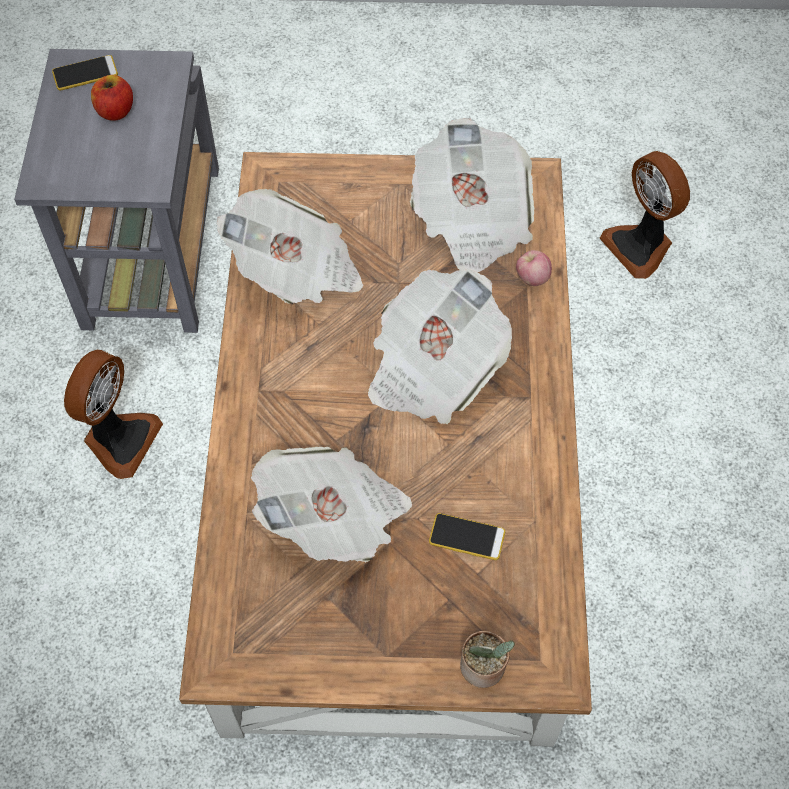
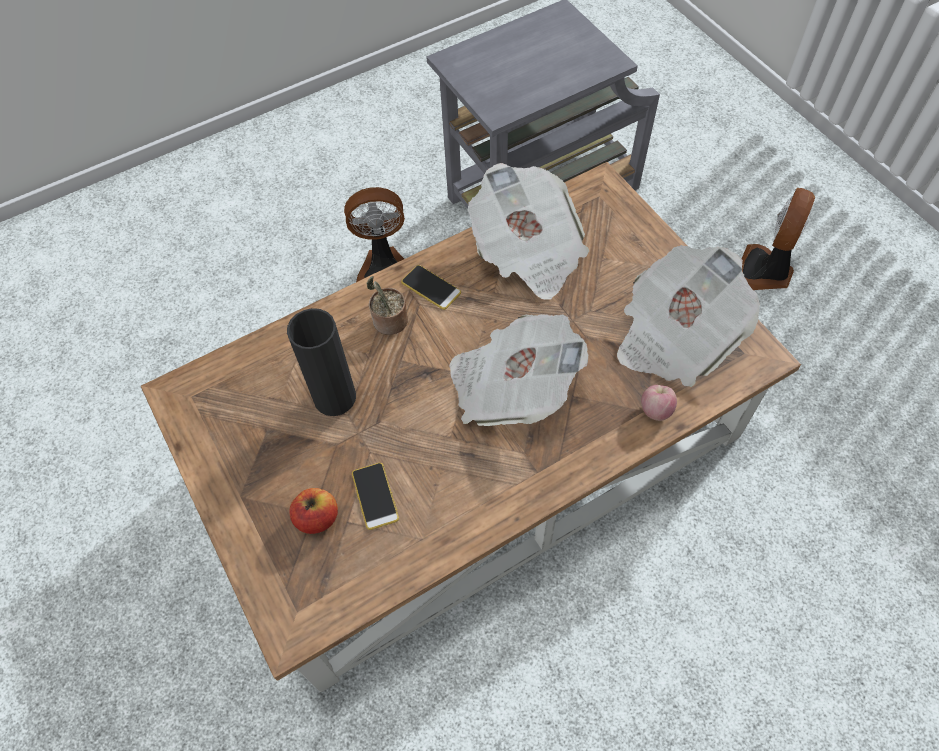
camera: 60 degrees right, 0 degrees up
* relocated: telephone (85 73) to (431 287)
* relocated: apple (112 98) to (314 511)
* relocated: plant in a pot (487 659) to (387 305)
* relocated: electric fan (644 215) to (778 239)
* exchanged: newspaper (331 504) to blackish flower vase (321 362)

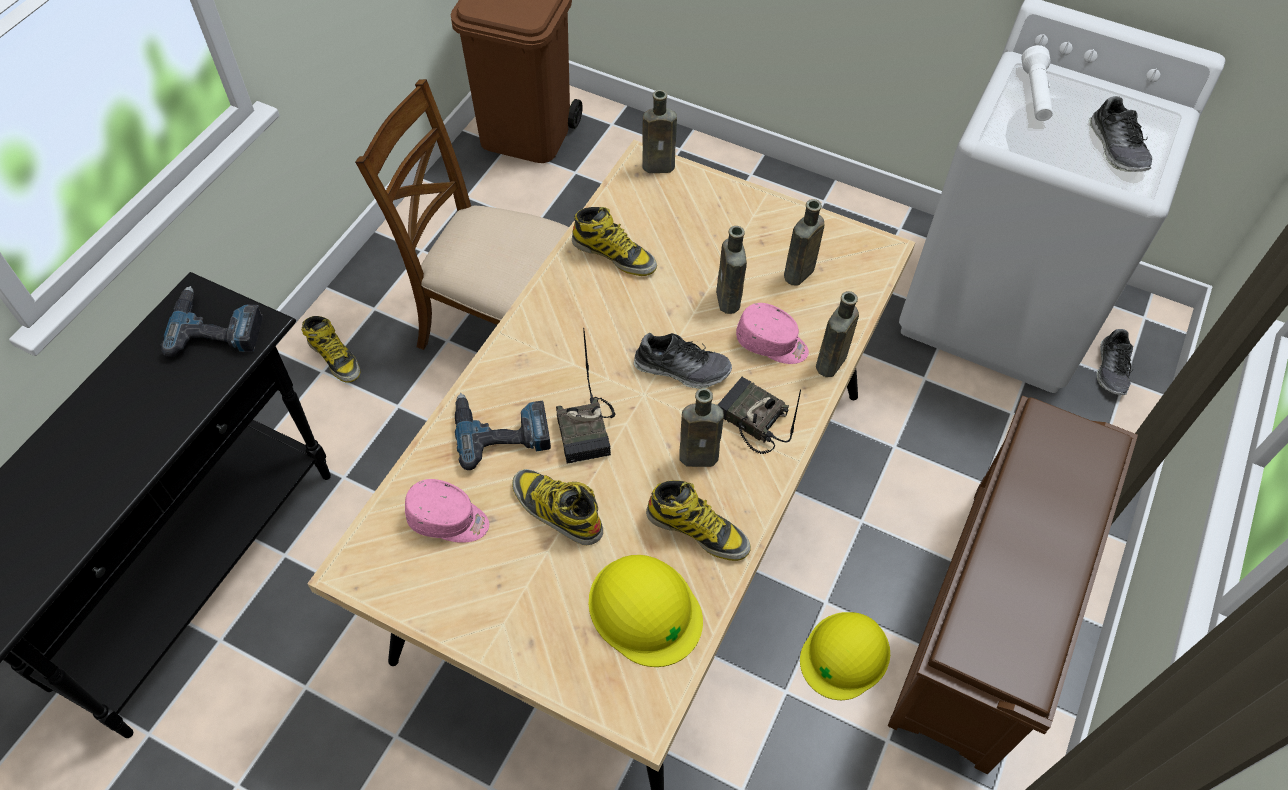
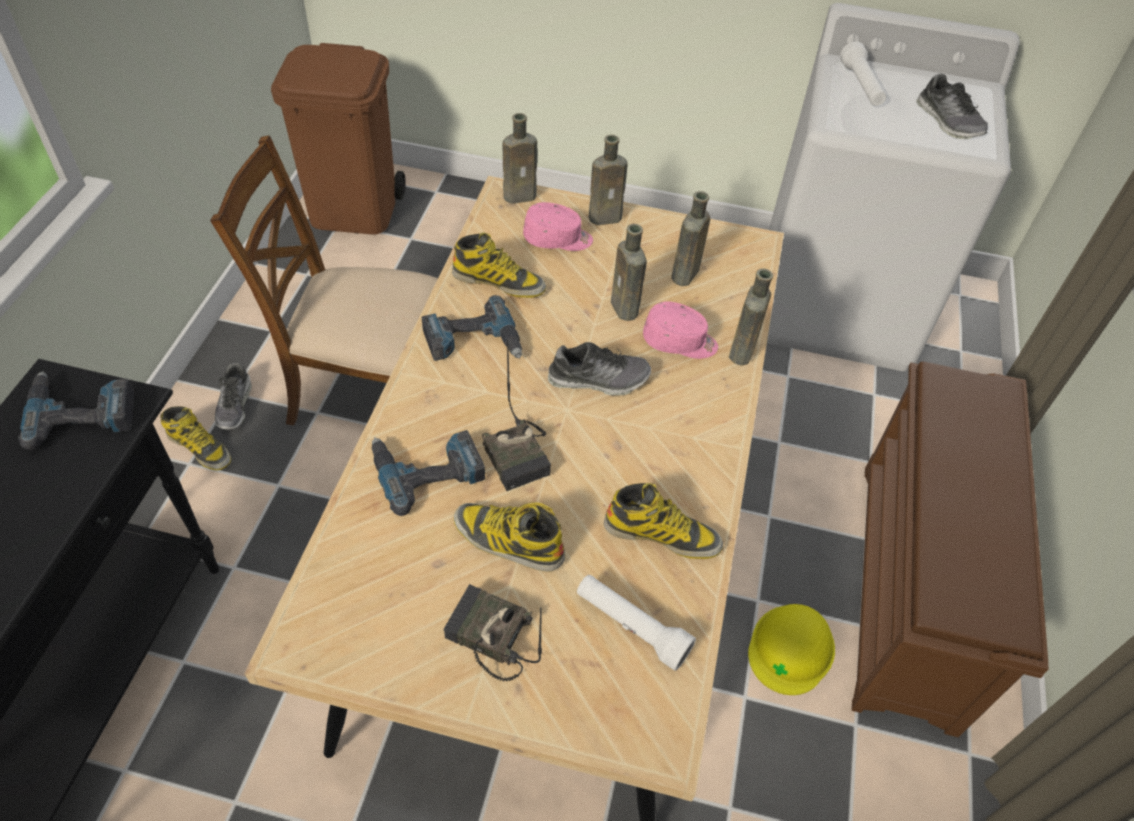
camera: 15 degrees left, 5 degrees down
* appeared: power drill (471 328)
* relocated: pink-coloured cap (447 511) to (558 226)
* relocated: brown-coloured beverage bottle (701 427) to (608 180)
* relocated: radio set (759 415) to (493 633)
* relocated: item of footwear (1115 362) to (233 396)
* exchanged: yellow-coloured hard hat (646 611) to white-coloured hand torch (636 623)

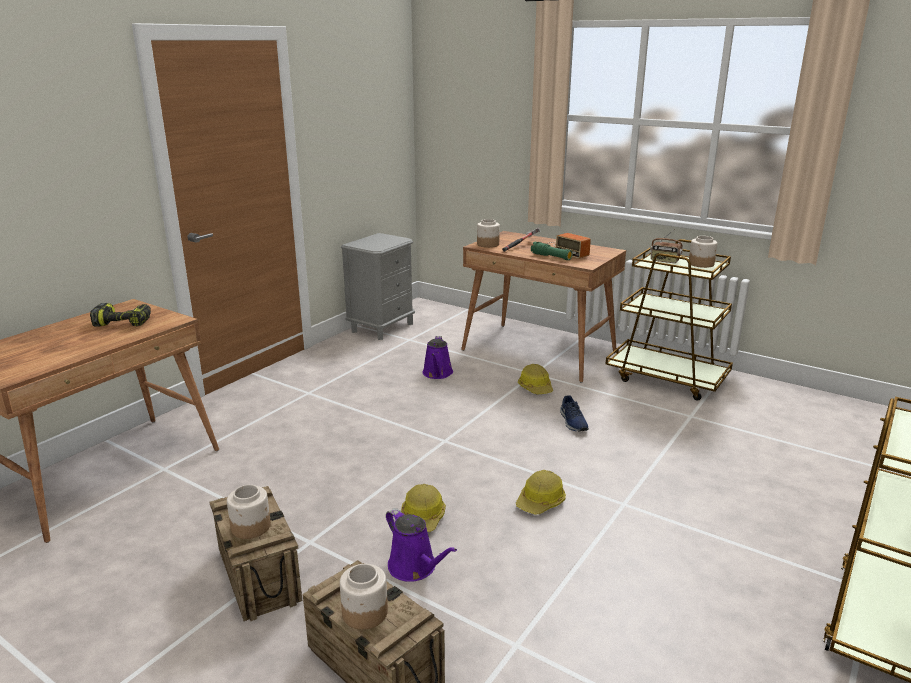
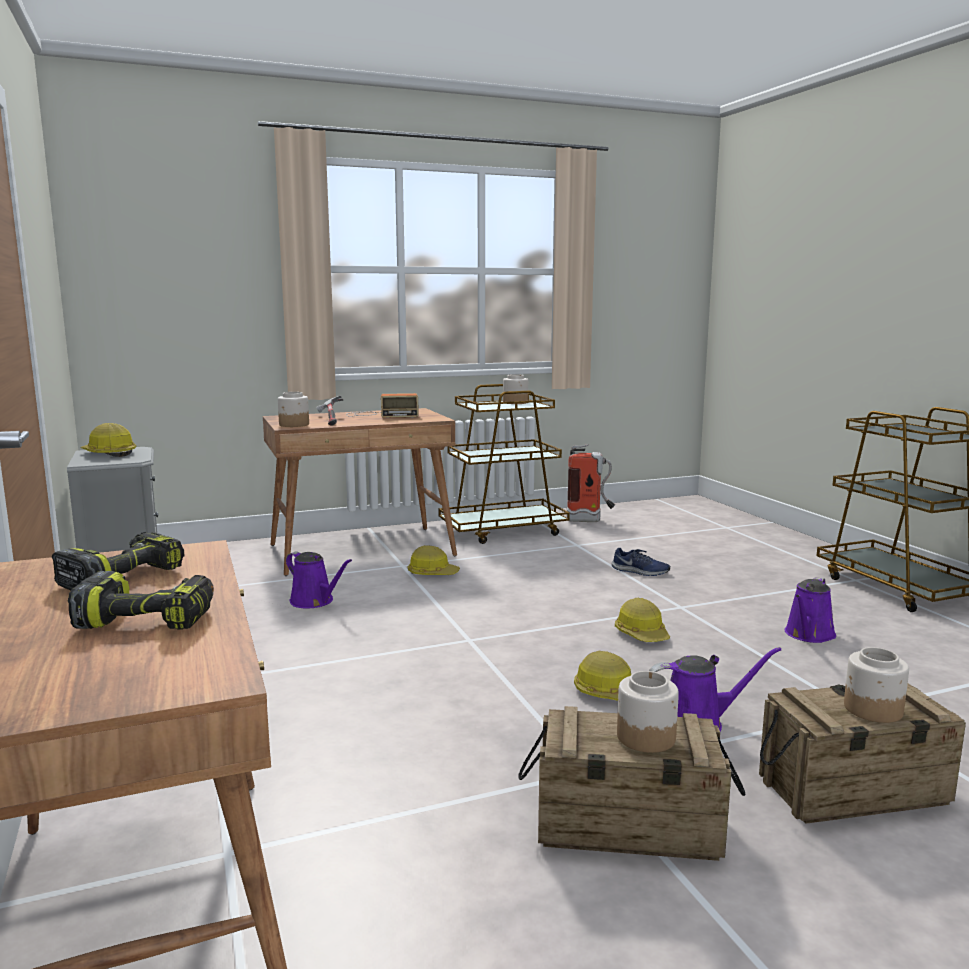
camera: 55 degrees left, 10 degrees down
* missing: green-coloured hand torch (552 251)
* missing: radio set (666 246)
* appeared: power drill (141 600)
* appeared: hard hat (108 440)
* appeared: fire-fighting cylinder (590 483)
* appeared: purple sprinkling can (810 610)
* relocated: blue item of footwear (574 413) to (641 562)

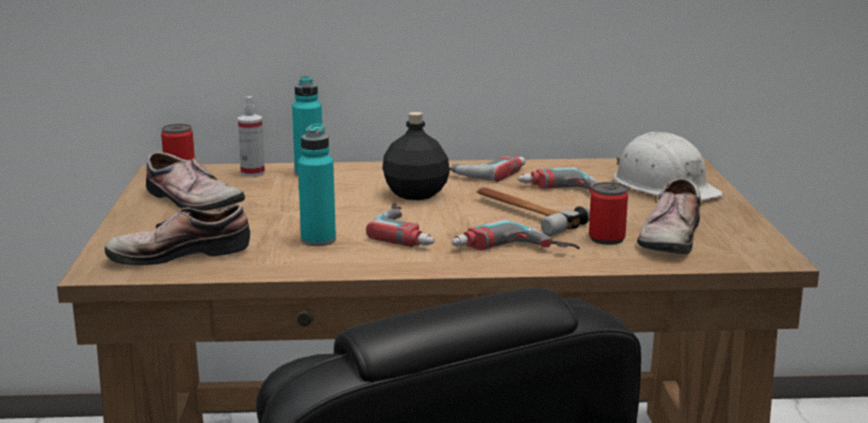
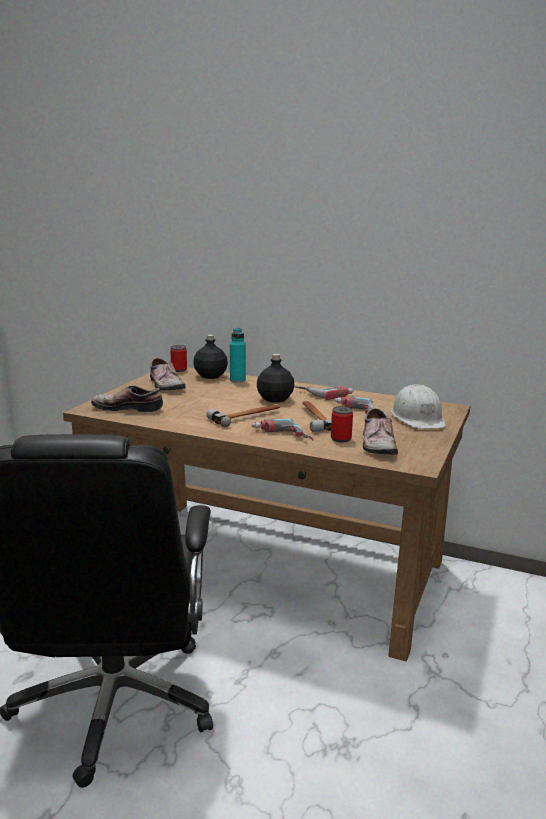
camera: 25 degrees right, 0 degrees up
* missing: turquoise beverage bottle (317 185)
* exchanged: spray bottle (251 136) to blackish beverage bottle (210 356)
* exchanged: power drill (400 225) to hand hammer (243 415)
* spun: item of footwear (669 216) = (380 431) 45 degrees counterclockwise

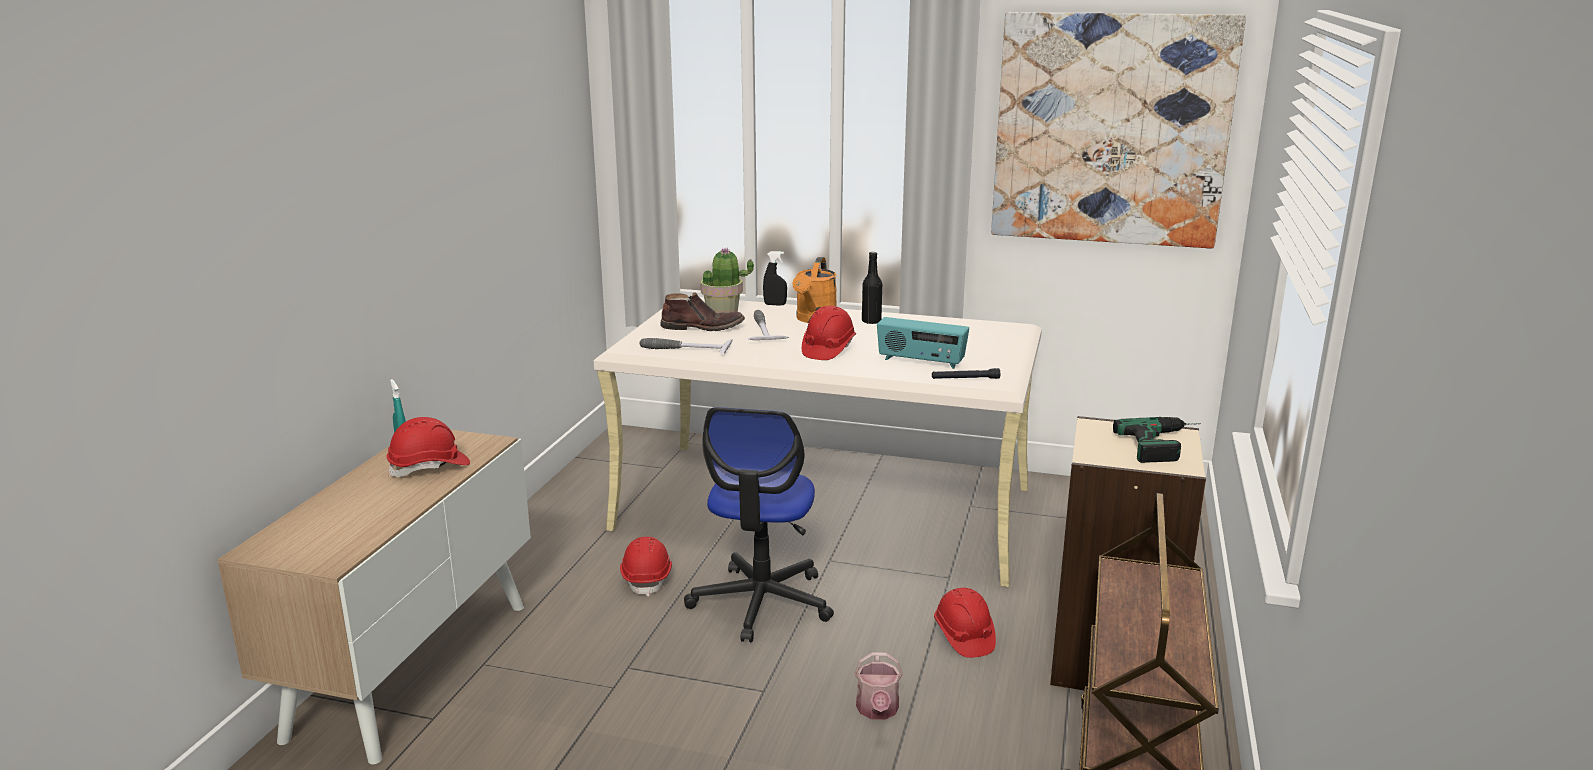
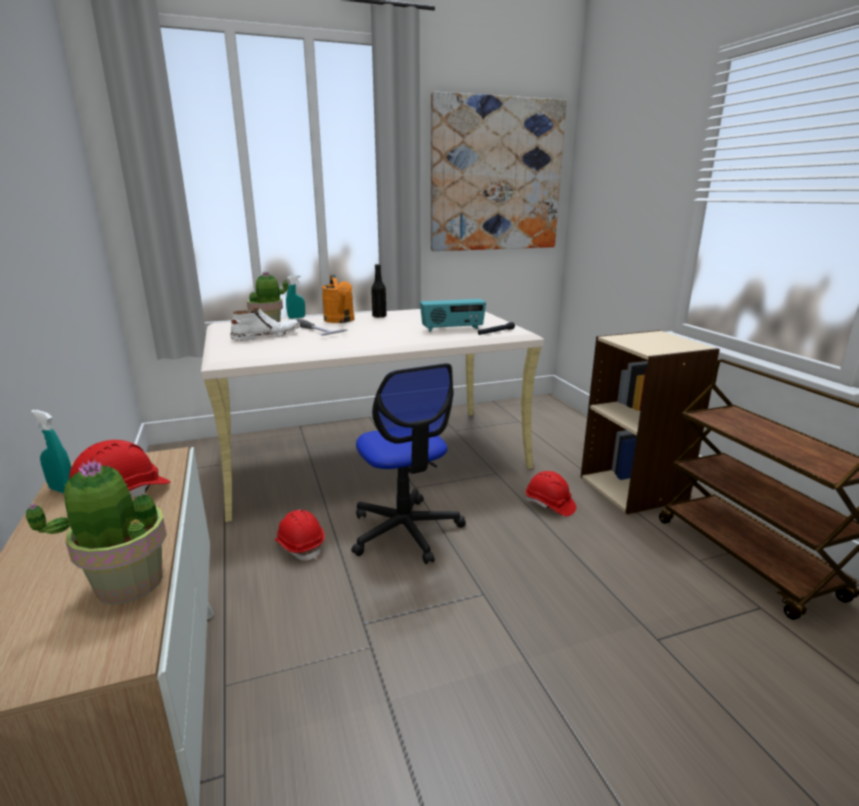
camera: 35 degrees left, 0 degrees up
* missing: hand hammer (686 345)
* missing: red hard hat (829 333)
* missing: sprinkling can (878 686)
* missing: power drill (1157 440)
* appeared: plant in a pot (96 532)
* colour: brown-coloured boot (702 311) to white-coloured boot (265 324)
* colour: blackish spray bottle (775 278) to turquoise spray bottle (295 297)

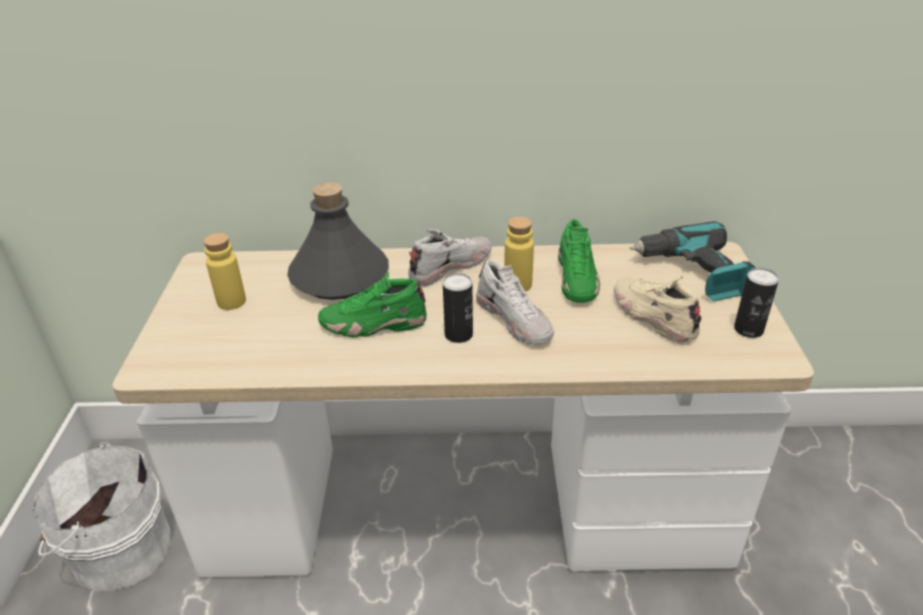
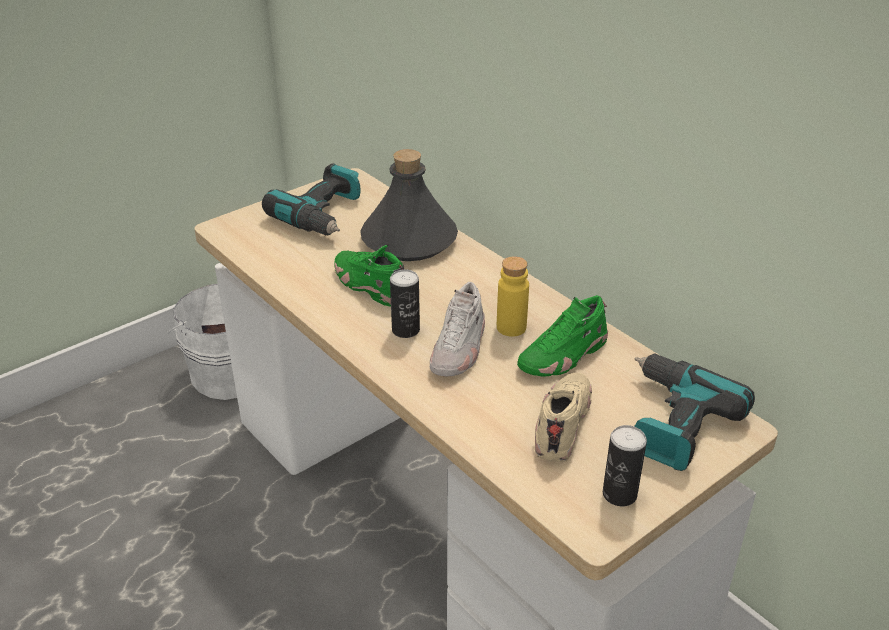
camera: 50 degrees right, 0 degrees up
* missing: white-coloured item of footwear (449 257)
* exchanged: yellow-coloured beverage bottle (224 271) to power drill (311 199)

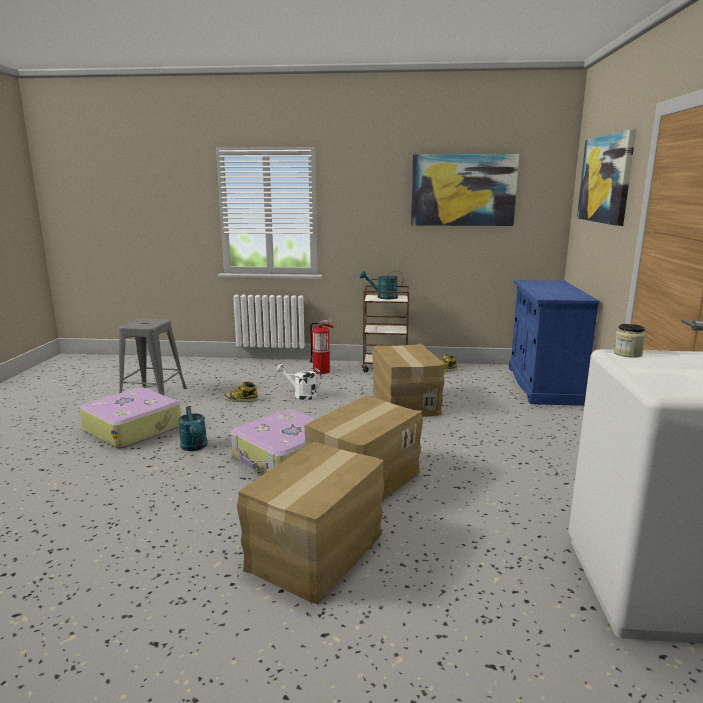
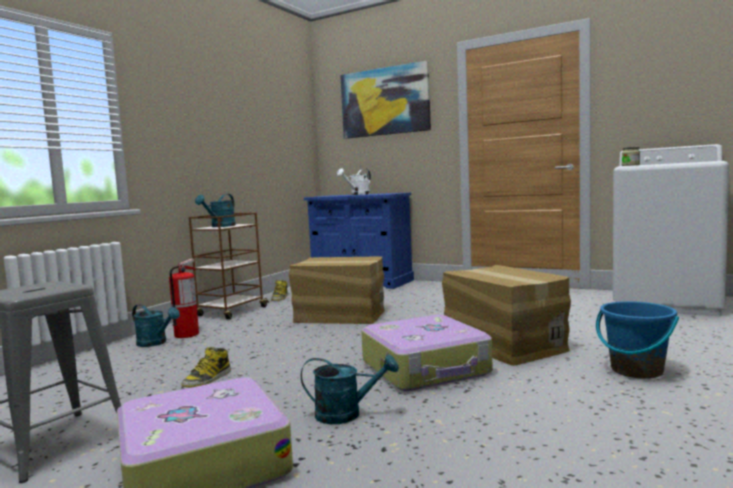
camera: 65 degrees left, 10 degrees down
* missing: wall art (465 190)
* appeared: turquoise sprinkling can (156 325)
* relocated: white-coloured sprinkling can (299 382) to (354 181)
* exchanged: packing box (310 523) to blue bucket (637 340)

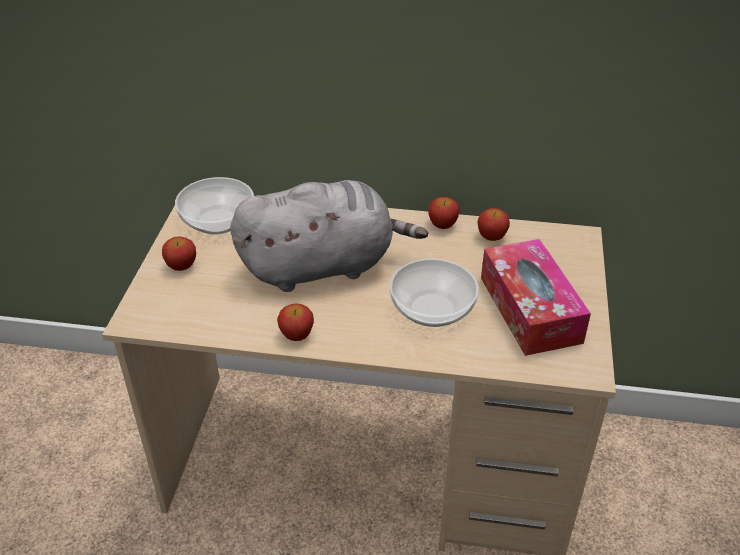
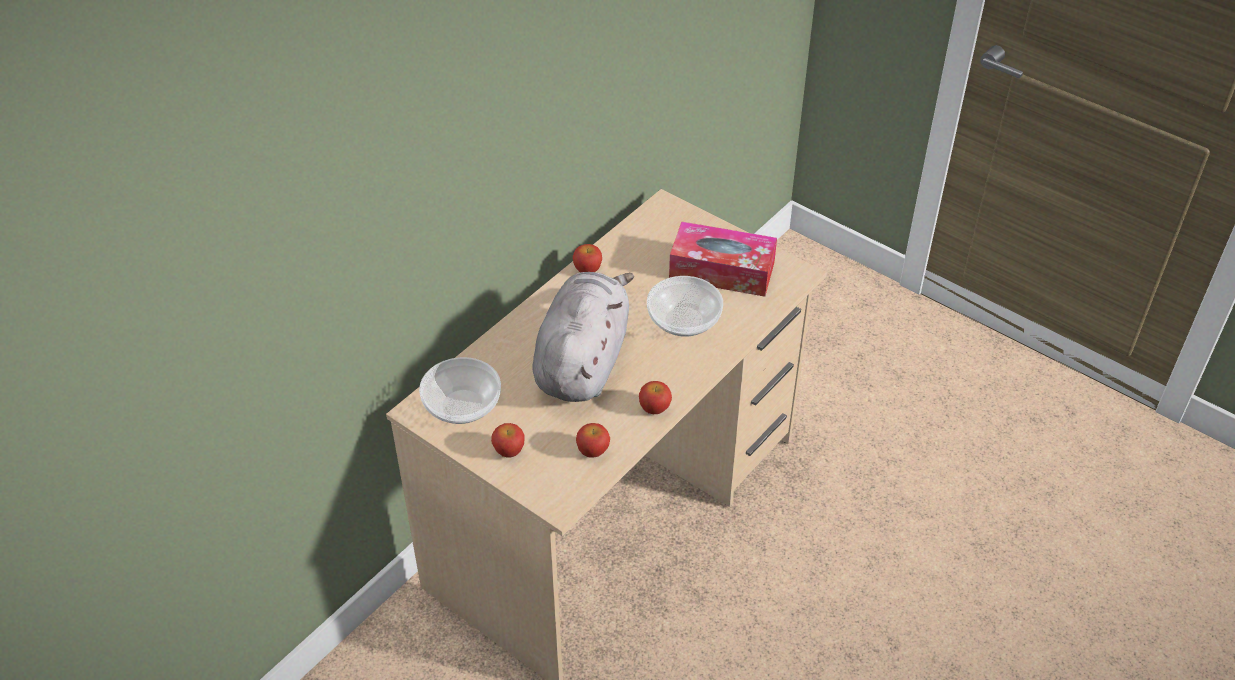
camera: 60 degrees left, 5 degrees up
* relocated: apple (494 224) to (593 440)

